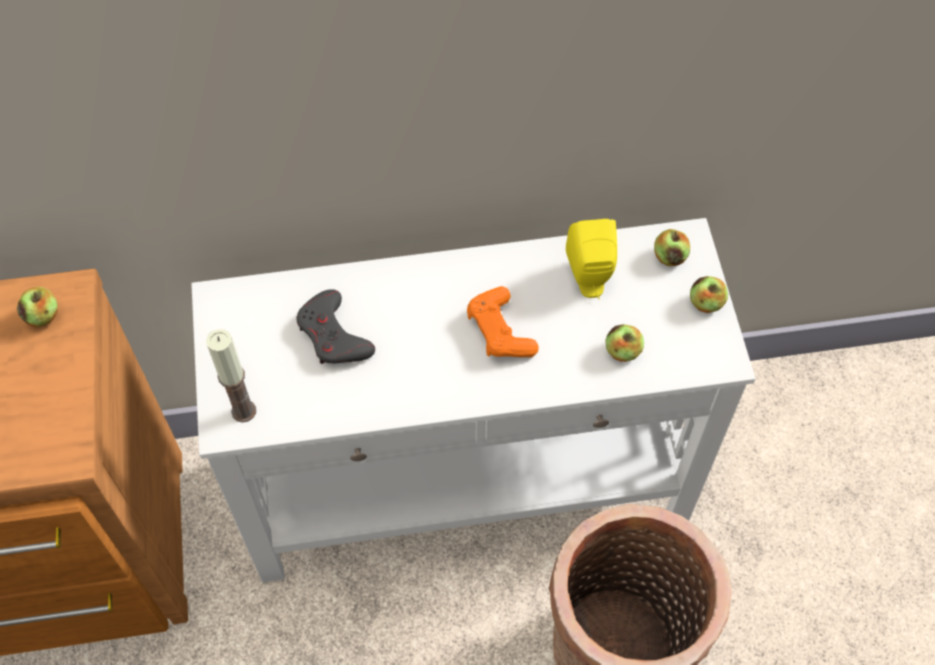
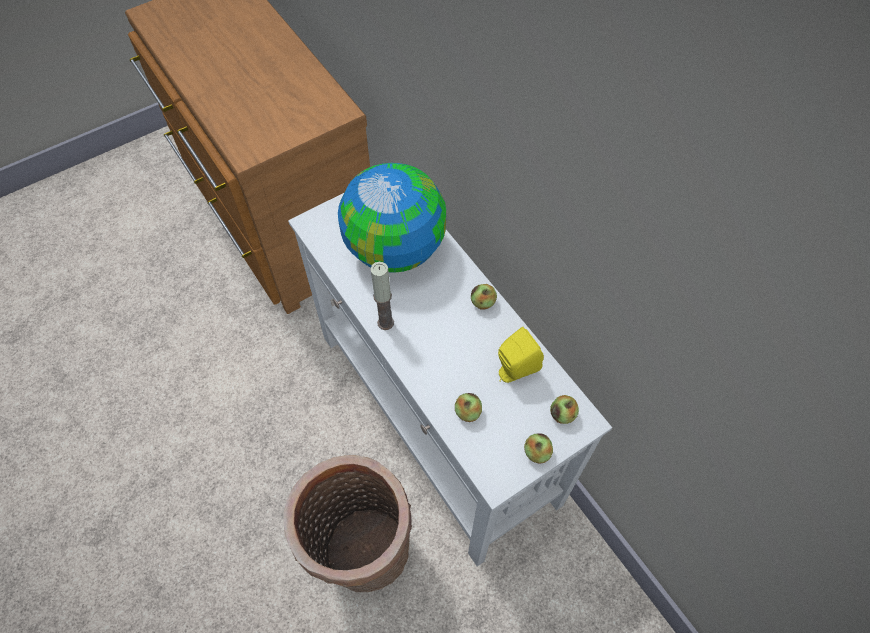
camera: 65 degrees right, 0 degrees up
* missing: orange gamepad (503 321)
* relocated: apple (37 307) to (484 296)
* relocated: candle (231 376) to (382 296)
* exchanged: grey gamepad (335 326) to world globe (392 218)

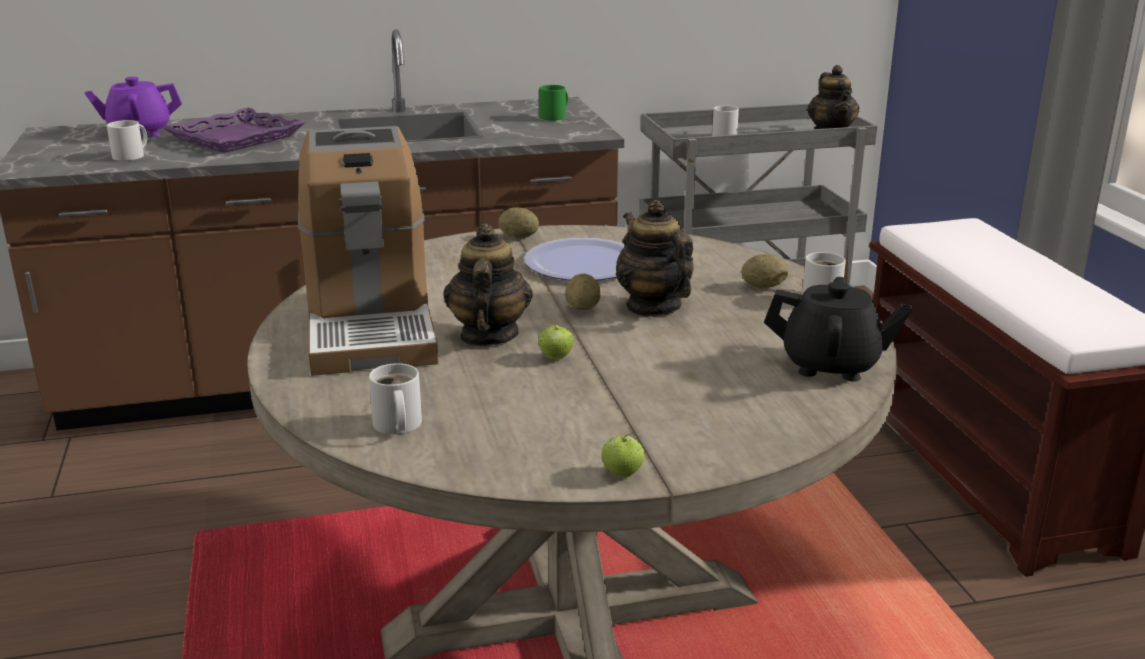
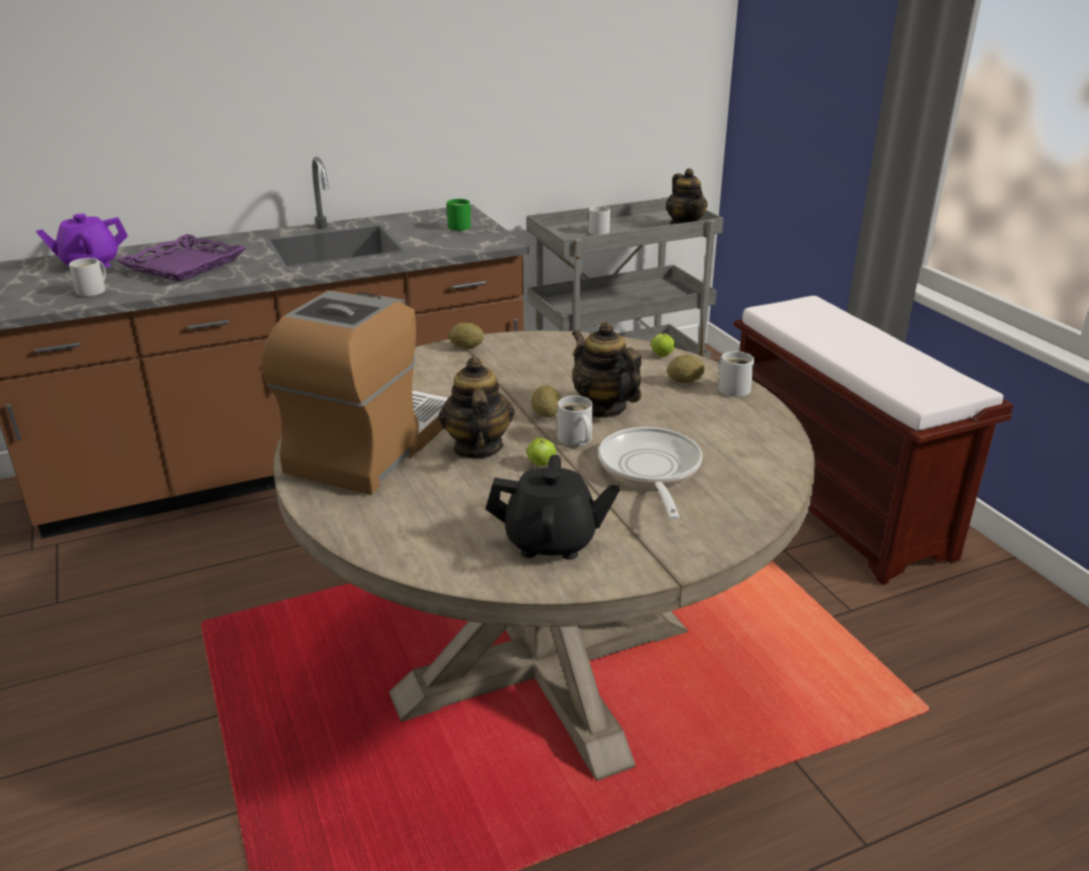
camera: 10 degrees left, 5 degrees up
* missing: flat dish (574 259)
* appeared: skillet (650 473)
* relocated: white-coloured tea mug (395 399) to (575 421)
* relocated: apple (623 456) to (663 344)
* relocated: blackish teapot (838 329) to (552 507)
* spun: coffee brewer (368 251) = (355 392) 135 degrees counterclockwise

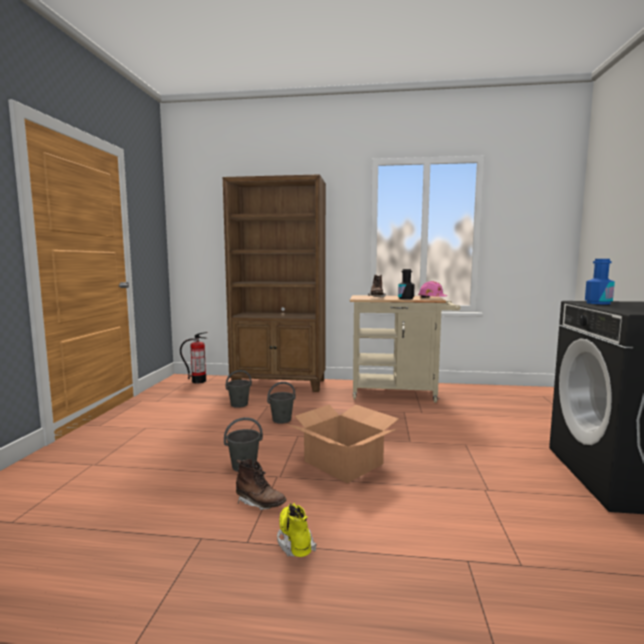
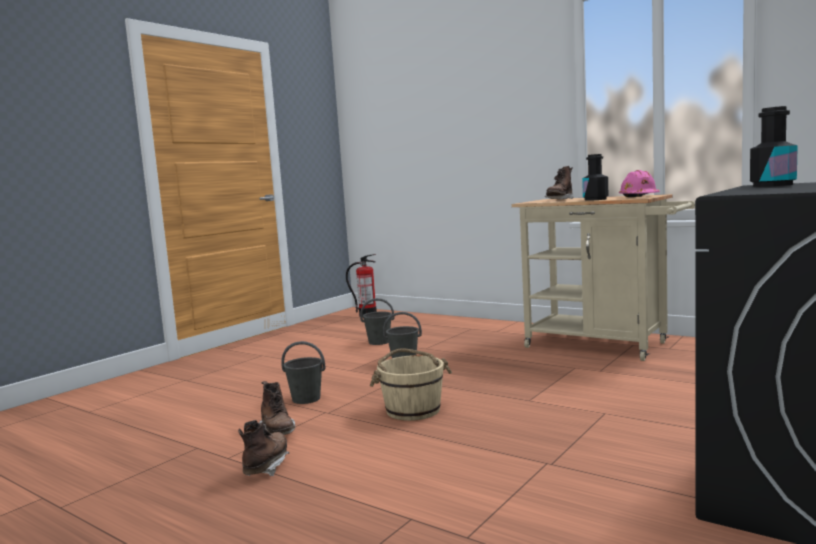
camera: 30 degrees right, 0 degrees up
* missing: brown-coloured bookcase (274 283)
* exchanged: packing box (343 444) to beige-coloured bucket (411 384)
* colour: yellow-coloured boot (297 530) to brown-coloured boot (263 448)
* colour: blue beverage bottle (600 282) to blackish beverage bottle (774 146)

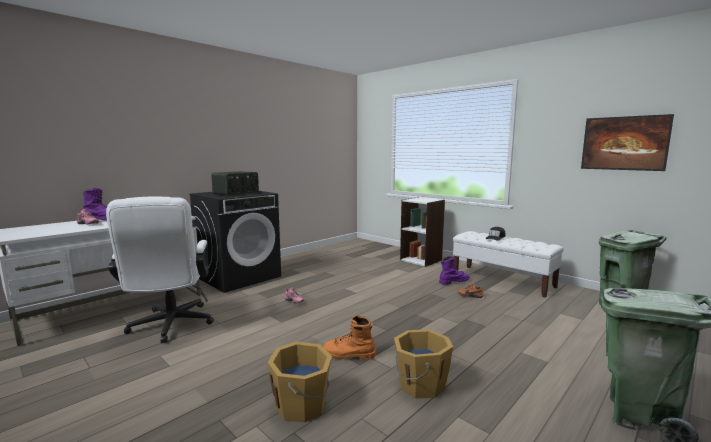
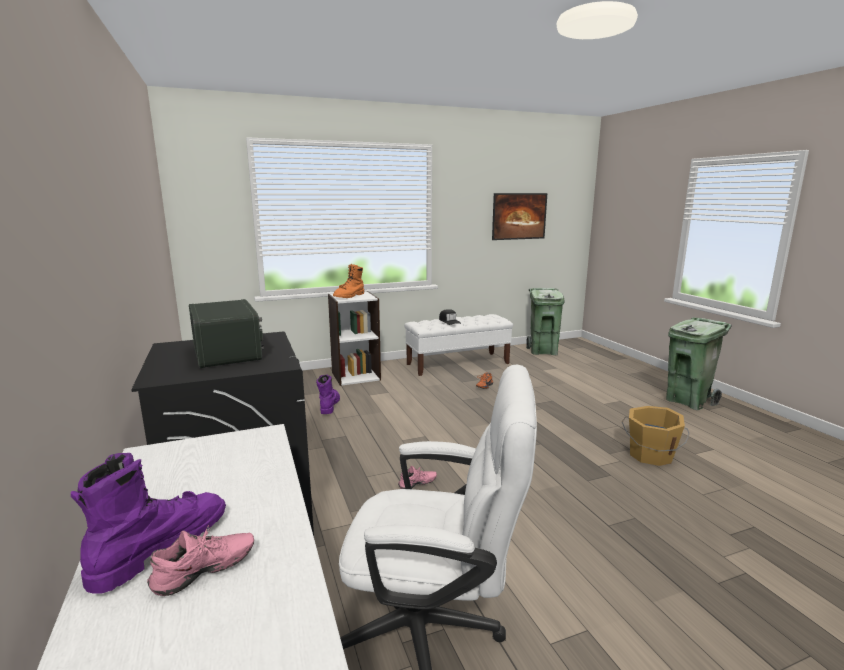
camera: 65 degrees left, 5 degrees up
* missing: orange bucket (300 381)
* relocated: orange boot (349 337) to (348 280)
* relocated: purple boot (454 270) to (328 394)

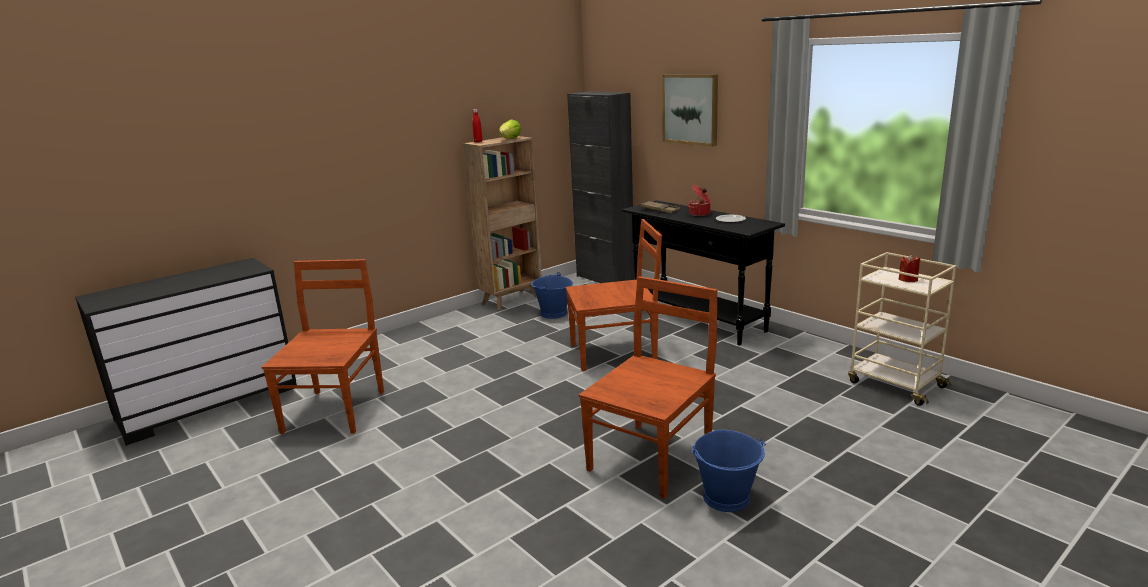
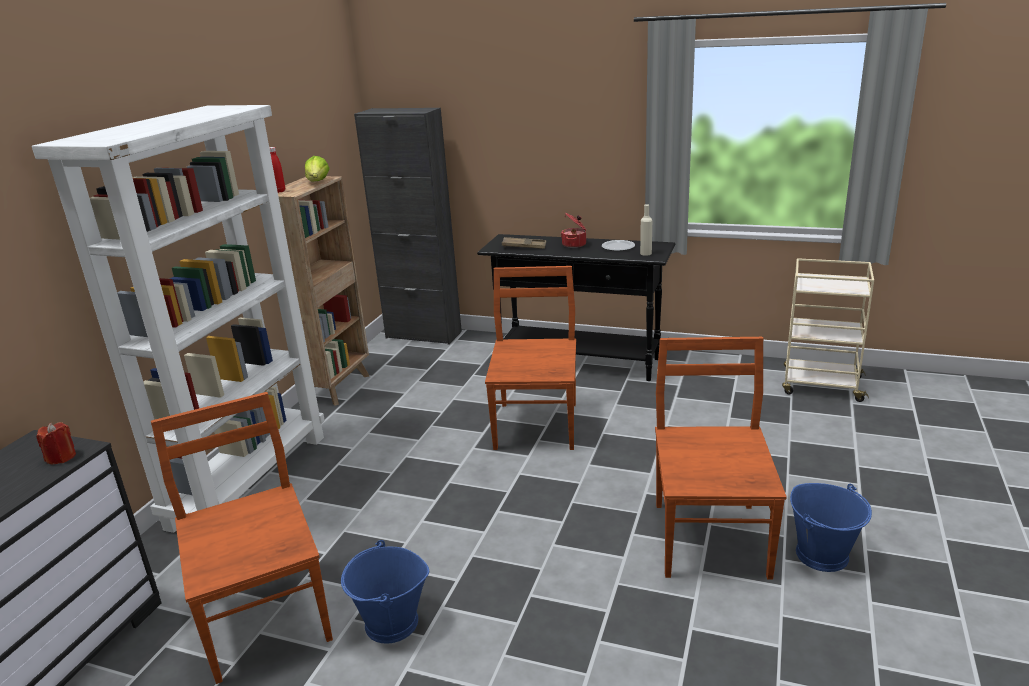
camera: 30 degrees left, 5 degrees up
* missing: wall art (690 110)
* appeared: white-coloured bookcase (178 319)
* appeared: beige-coloured beverage bottle (646 230)
* relocated: blue bucket (552 295) to (385 592)
* relocated: red candle (909 268) to (56 443)
* spun: brown-coloured chair (614 295) = (530 358) 45 degrees counterclockwise

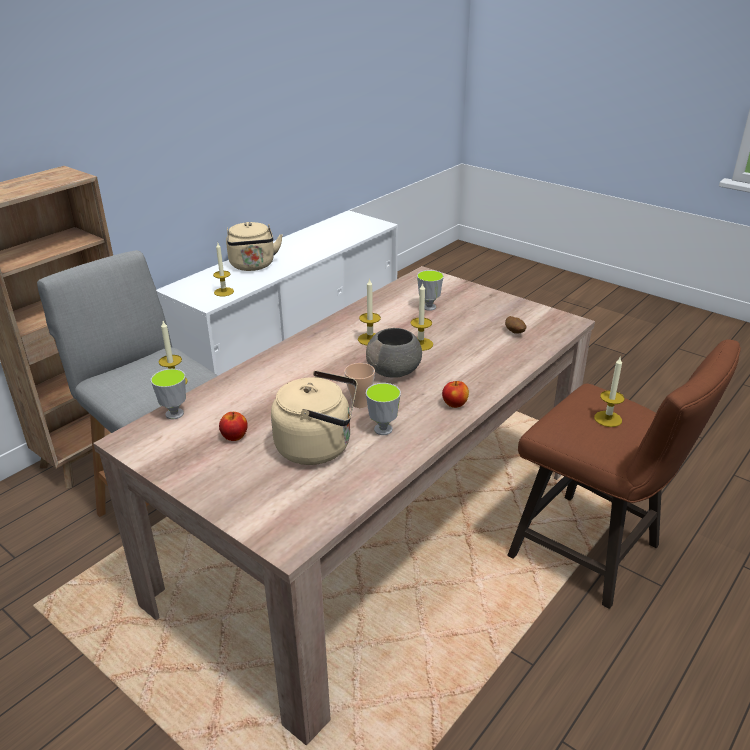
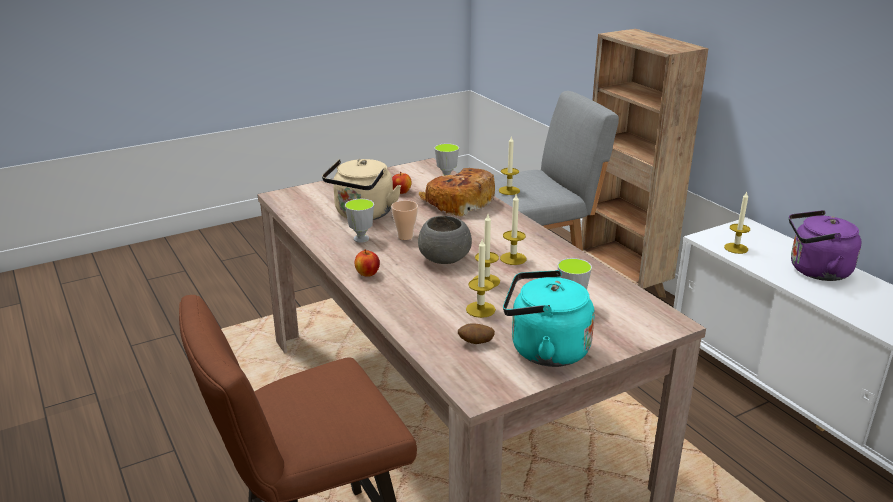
camera: 110 degrees right, 5 degrees down
* appeared: baked bread (457 192)
* appeared: turquoise kettle (549 318)
* relocated: candle (609 392) to (481 278)
* colour: beige-coloured kettle (254 246) to purple kettle (825 245)

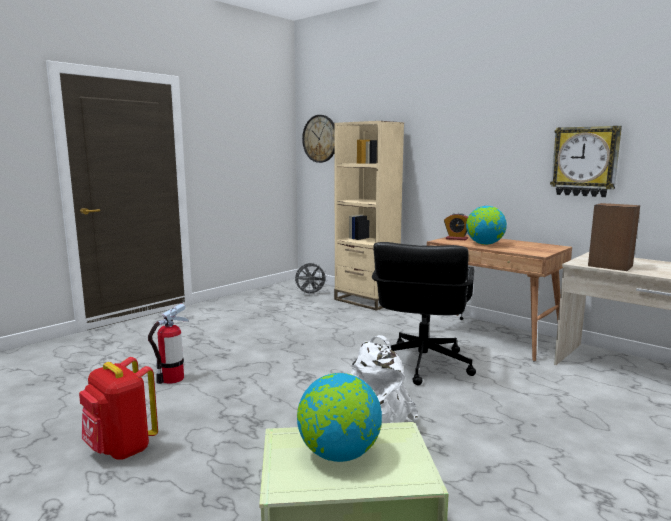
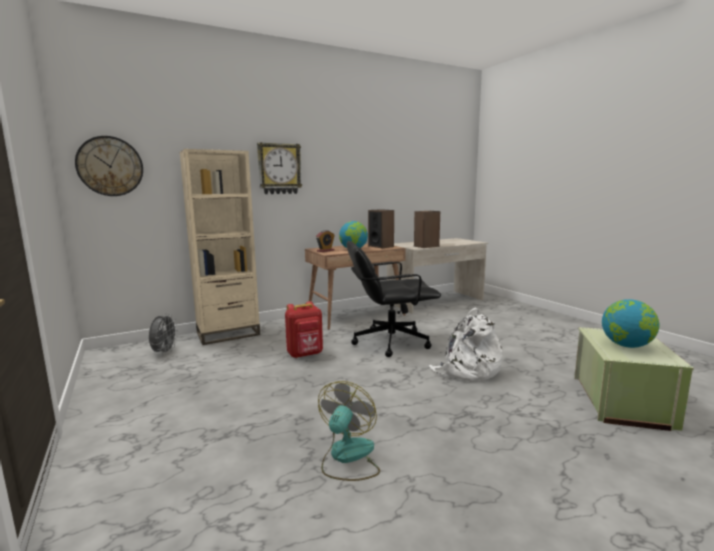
camera: 70 degrees left, 0 degrees up
* appeared: audio speaker (381 228)
* relocated: red knapsack (118 408) to (304 329)
* relocated: clock on the wall (586 161) to (279 168)
* exchanged: fire-fighting cylinder (168 344) to electric fan (349 431)
* spun: blackish computer chair (424 313) = (394 299) 135 degrees clockwise

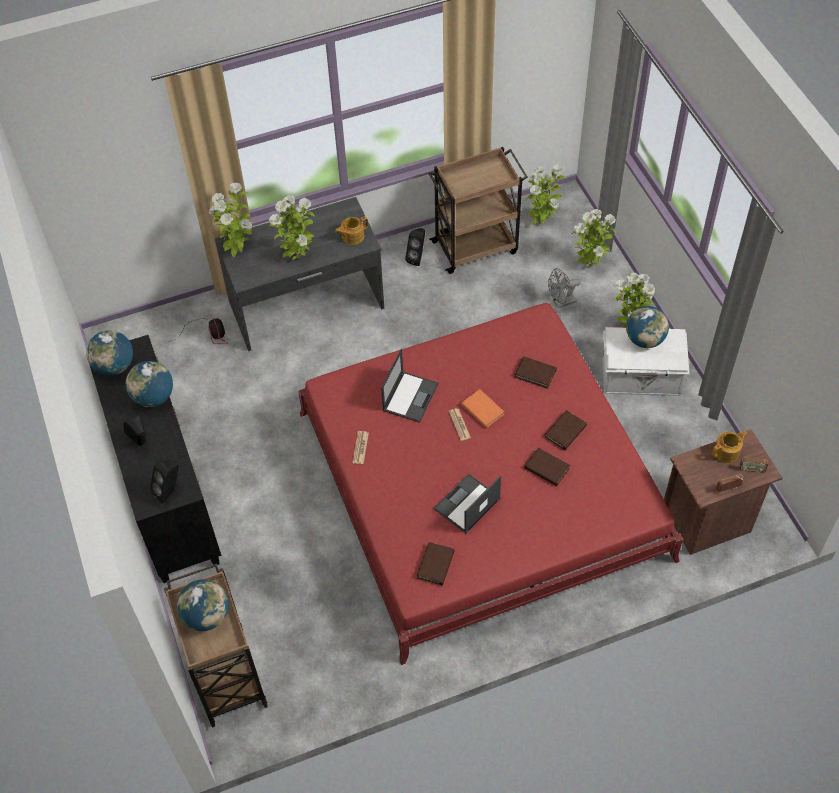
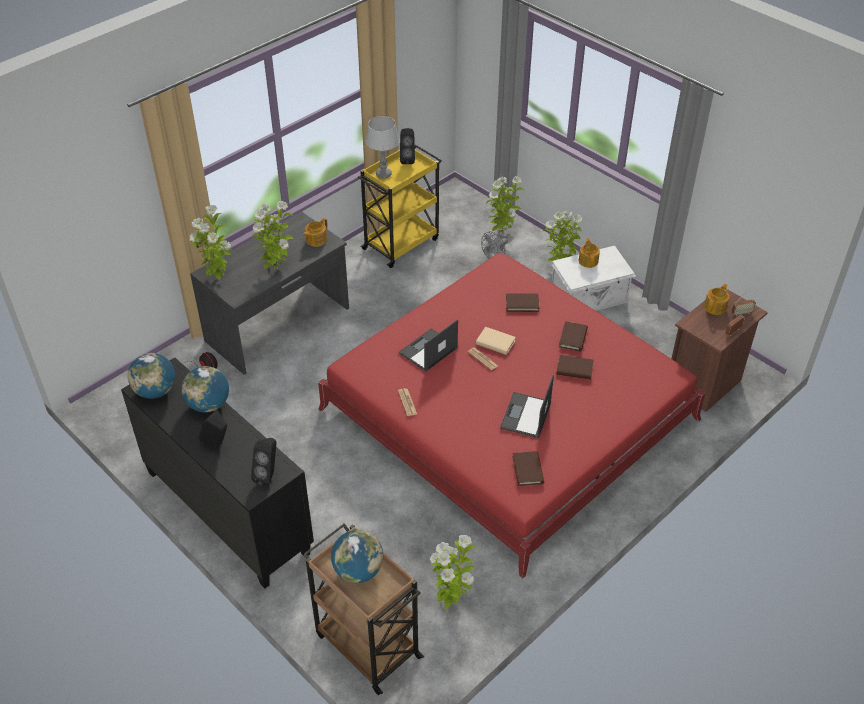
camera: 25 degrees left, 10 degrees down
* appeared: grey table lamp (382 147)
* relocated: blackish audio speaker (415 247) to (407 146)
* relocated: plant in a pot (546 194) to (453 572)
* exchanged: world globe (647 327) to teapot (589 253)
* colour: brown-coloured wheeled cart (478 210) to yellow-coloured wheeled cart (400 206)
* colour: orange volume (482 408) to beige-coloured volume (496 341)
* spun: notebook computer (409 386) = (428 345) 135 degrees counterclockwise

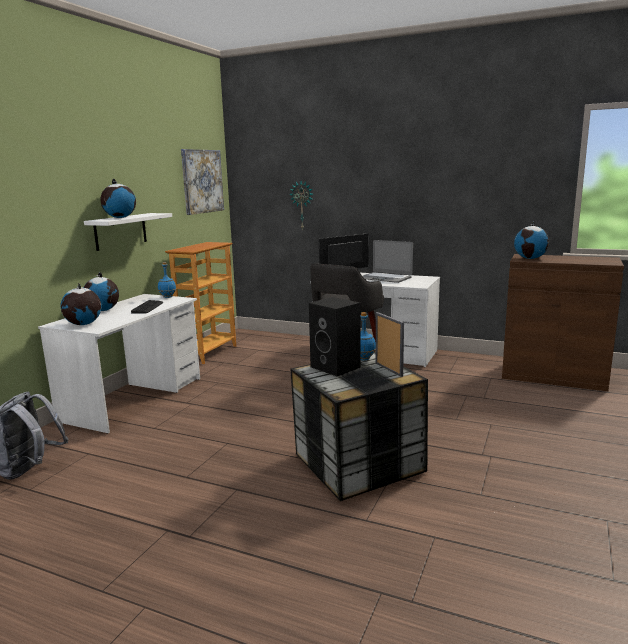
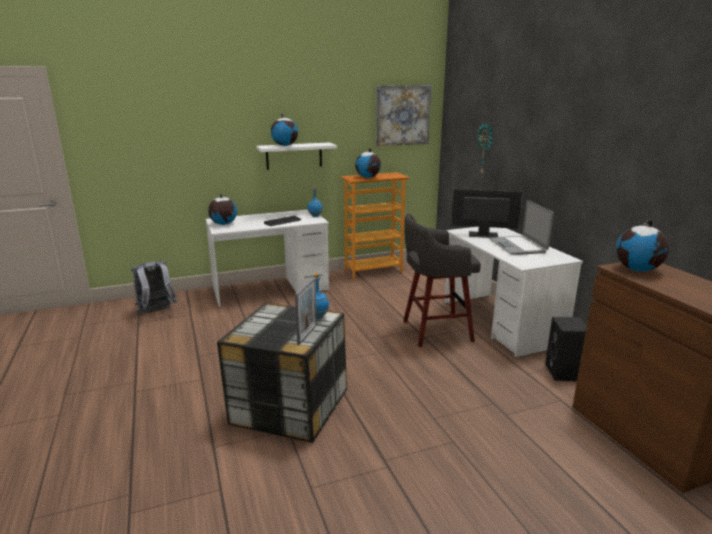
camera: 45 degrees right, 5 degrees up
* relocated: world globe (101 291) to (368 163)
* relocated: blackish audio speaker (335 336) to (566 349)

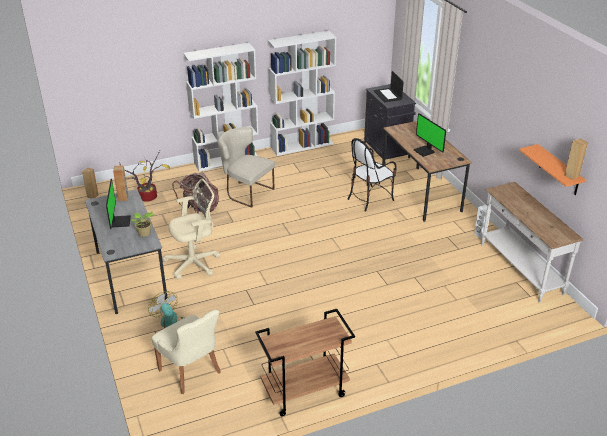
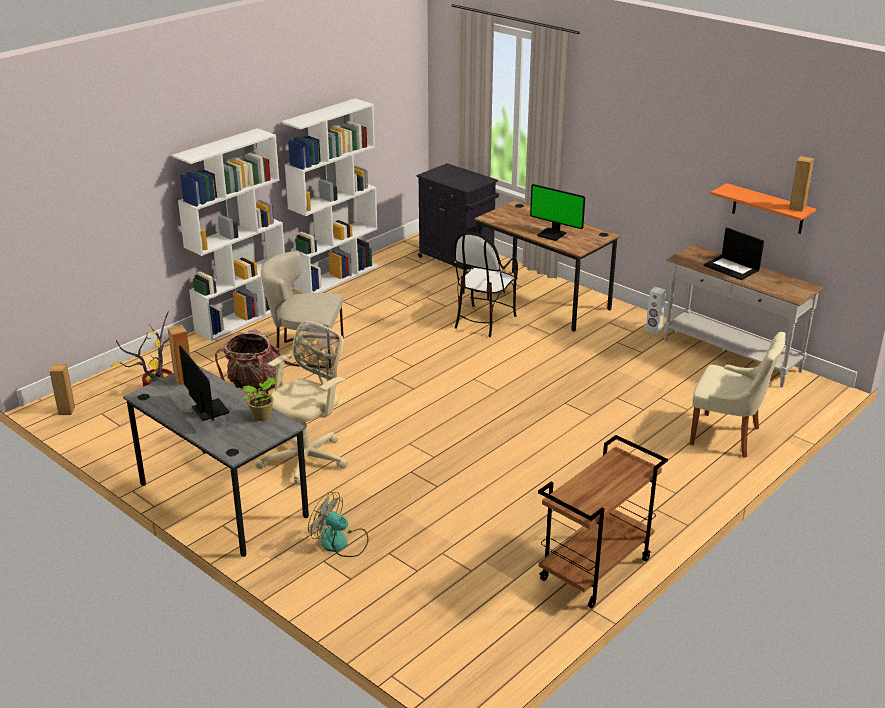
camera: 25 degrees left, 5 degrees down
* relocated: beige-coloured chair (186 352) to (738 394)
* relocated: notebook computer (389 86) to (734 253)

